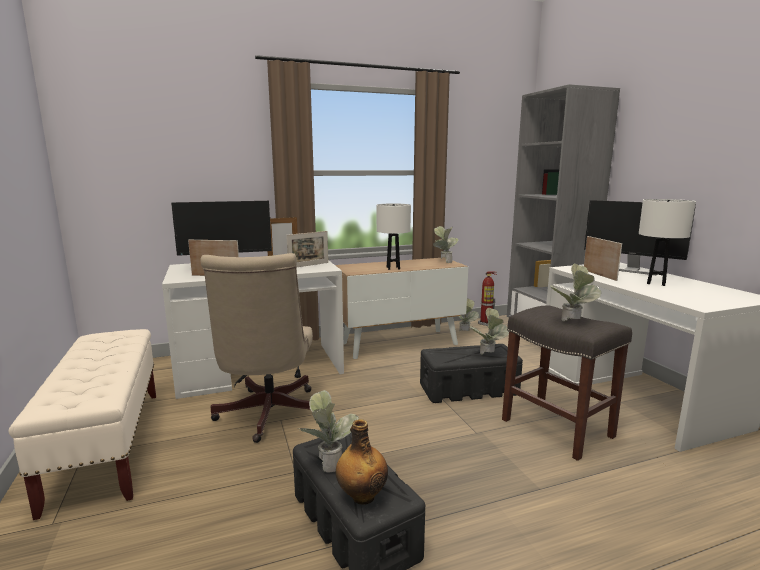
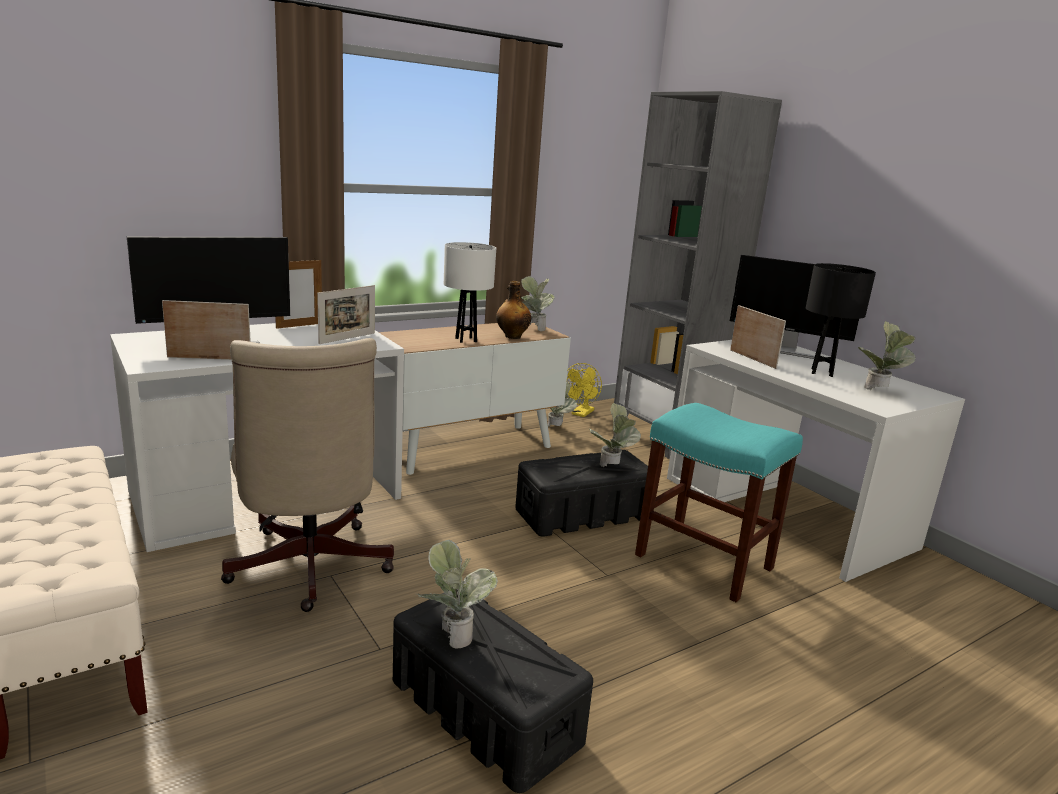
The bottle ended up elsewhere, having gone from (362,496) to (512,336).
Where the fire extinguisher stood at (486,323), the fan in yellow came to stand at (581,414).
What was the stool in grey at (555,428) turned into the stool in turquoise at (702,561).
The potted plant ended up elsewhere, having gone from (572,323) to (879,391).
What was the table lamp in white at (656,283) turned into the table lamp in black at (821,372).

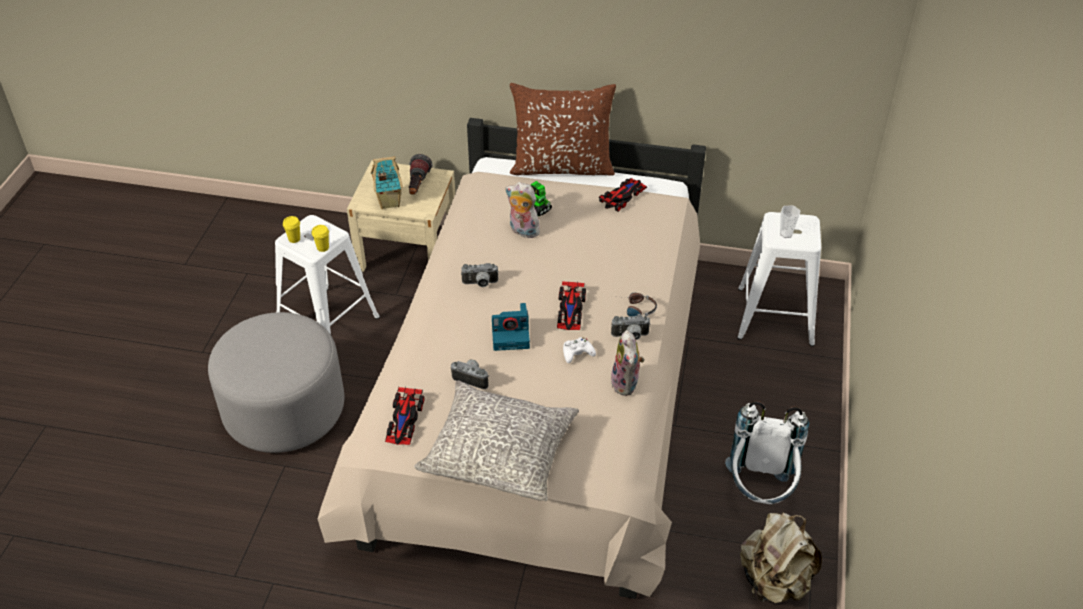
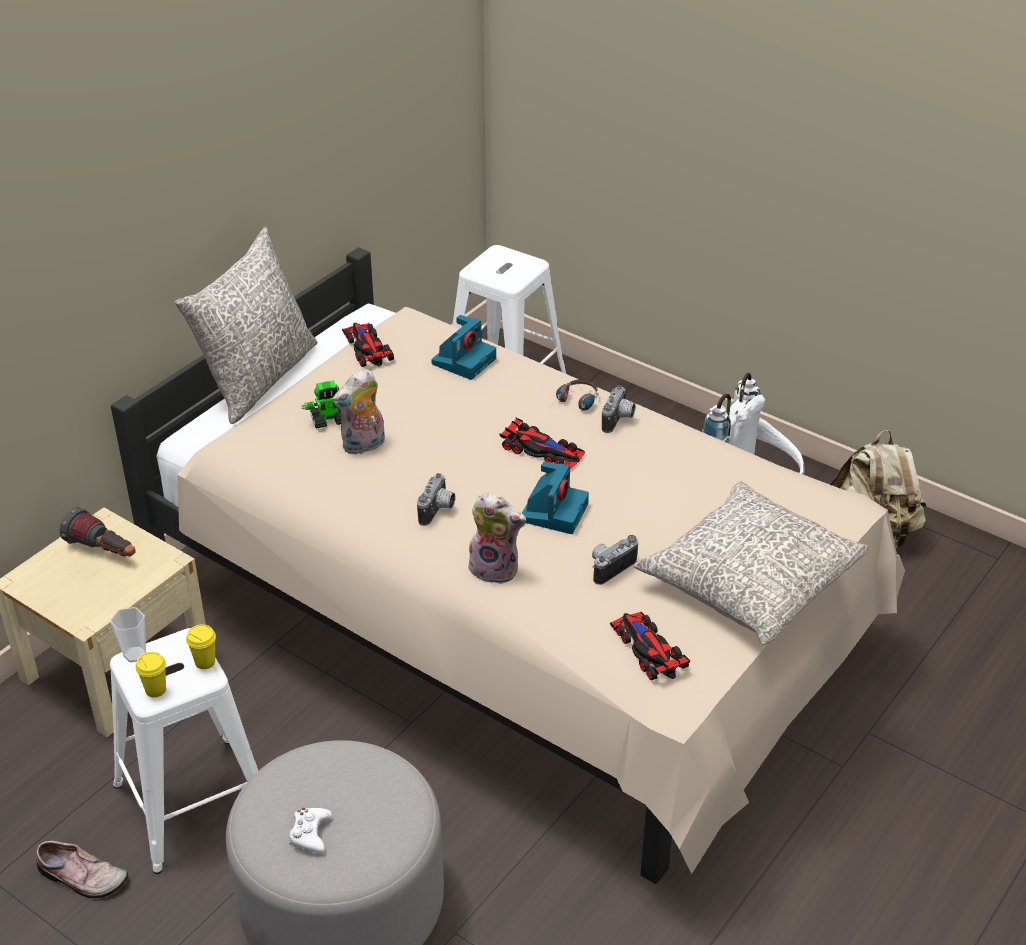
The second view lost the toy house at (388,202).
The toy car at (404,420) ended up facing another way, 150 degrees counterclockwise from before.
What was the pillow in brown at (562,166) turned into the pillow in grey at (258,378).
The game controller in white ended up elsewhere, having gone from (577,353) to (310,834).
The plush toy ended up elsewhere, having gone from (627,384) to (496,568).
The cup ended up elsewhere, having gone from (786,234) to (135,654).
The second view gained the shoe at (81,878).
The second view gained the photo camera at (464,360).

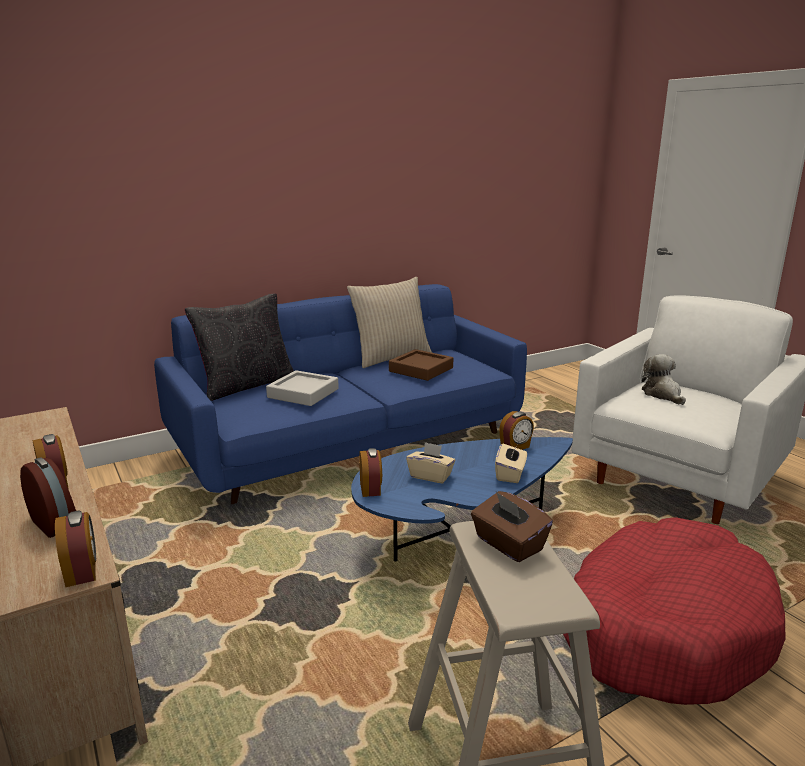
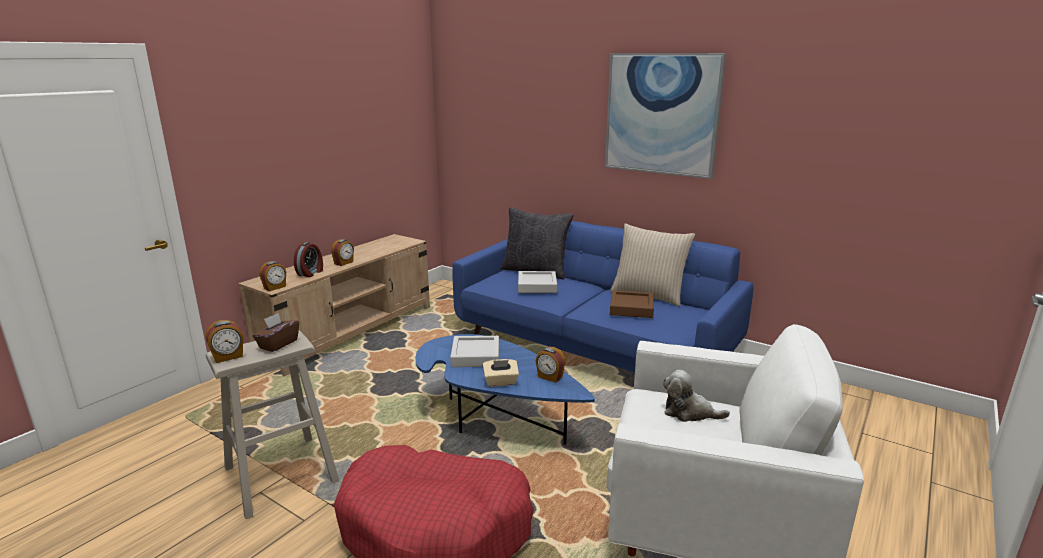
The alarm clock ended up elsewhere, having gone from (371,489) to (228,357).
Where the tissue box in beige stood at (430,476), the tray in grey came to stand at (475,356).
The plush toy at (662,394) ended up facing another way, 120 degrees counterclockwise from before.
The second view gained the picture at (661,114).

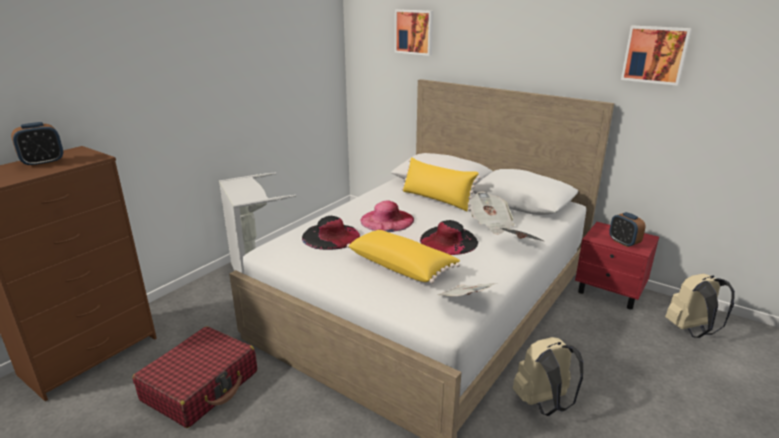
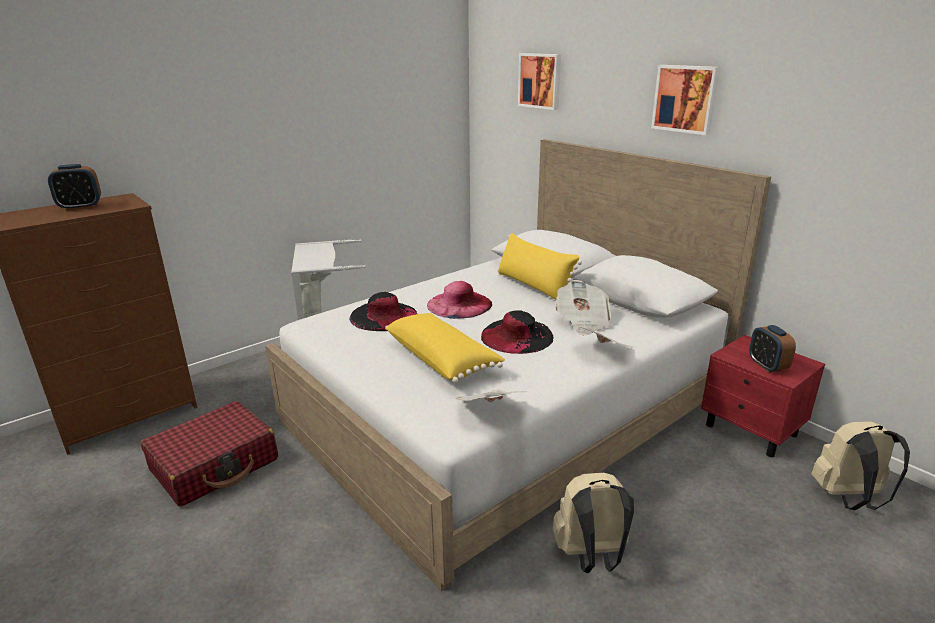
The picture ended up elsewhere, having gone from (655,54) to (686,99).

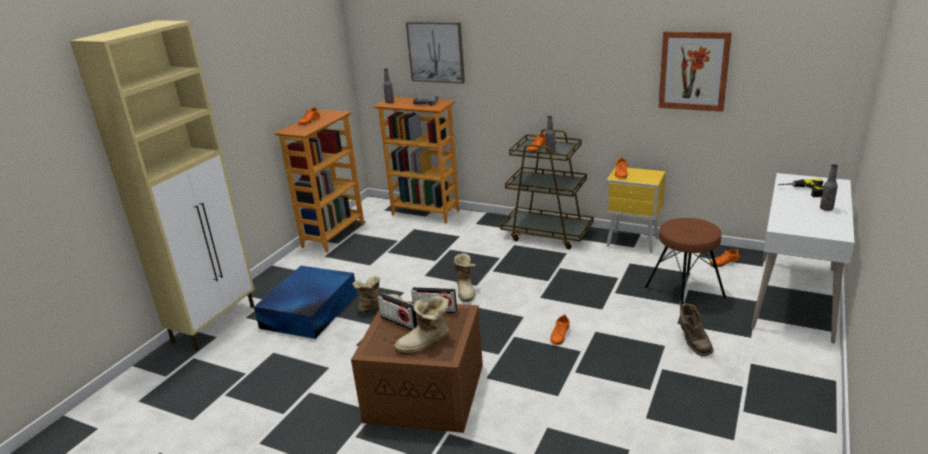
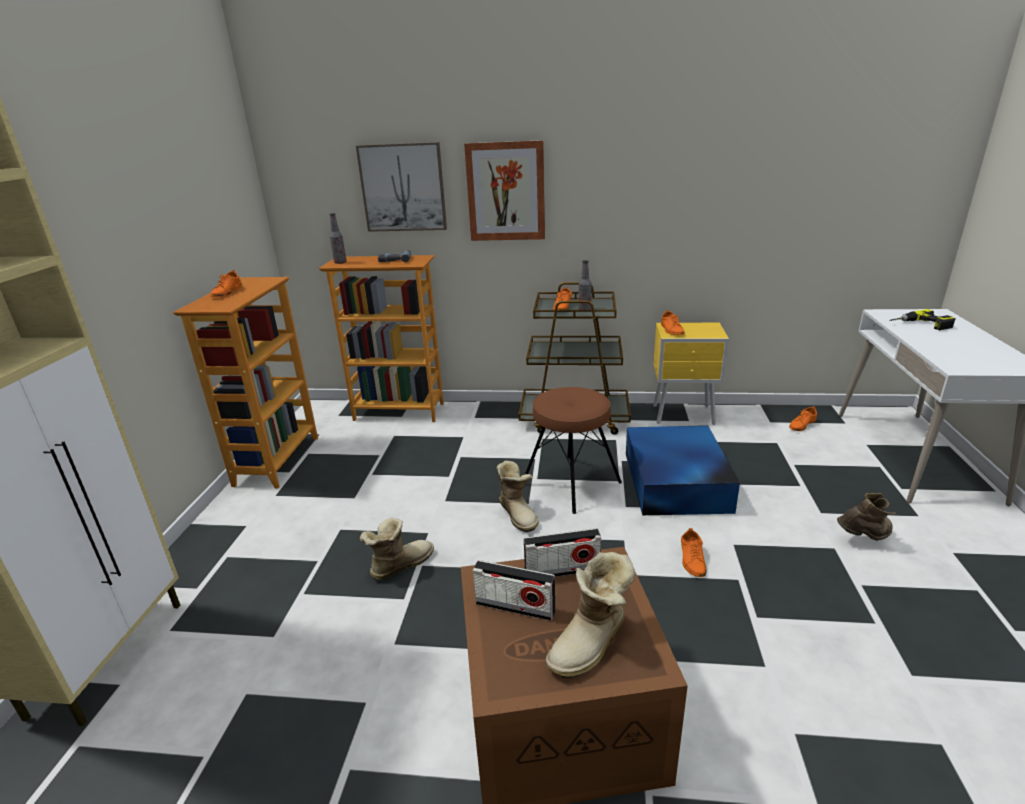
The storage box in blue ended up elsewhere, having gone from (308,311) to (675,482).
The stool in brown ended up elsewhere, having gone from (684,292) to (571,483).
The picture ended up elsewhere, having gone from (694,71) to (506,192).
The boot in brown at (693,343) ended up facing another way, 75 degrees counterclockwise from before.
The second view lost the bottle at (826,209).

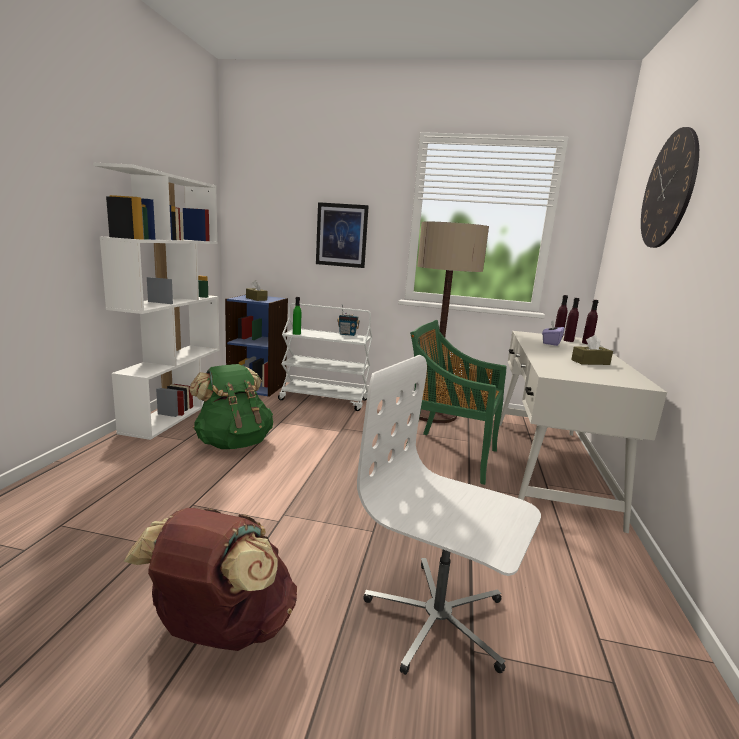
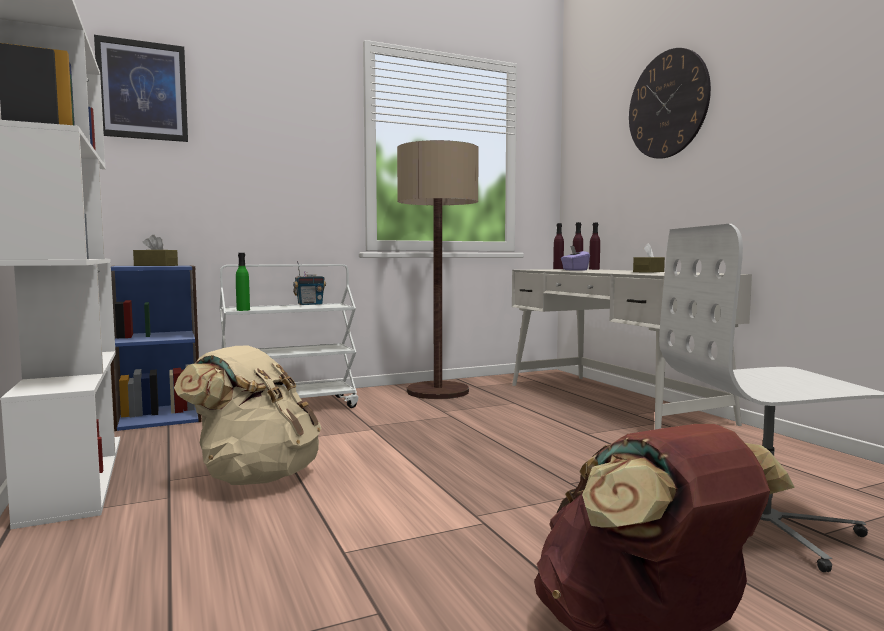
What was the backpack in green at (233,442) turned into the backpack in beige at (256,477).
The picture ended up elsewhere, having gone from (341,235) to (142,90).
The second view lost the chair in green at (448,456).

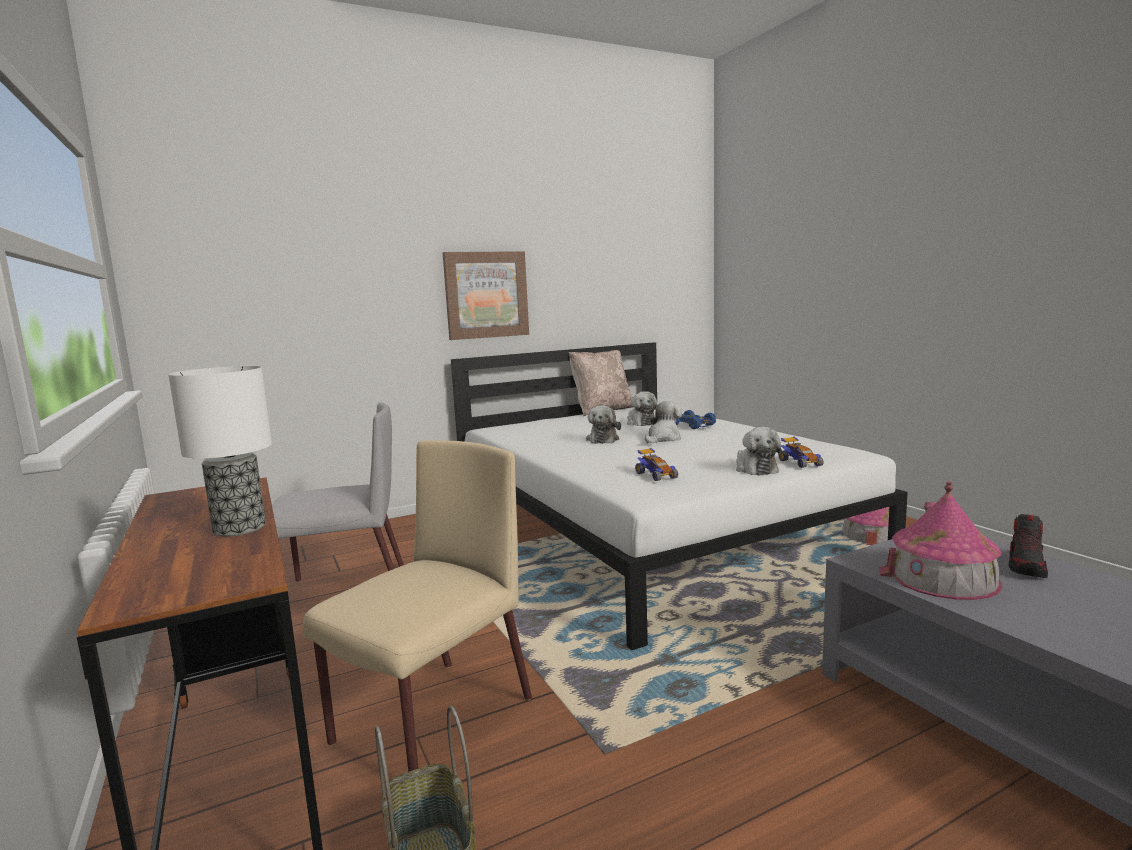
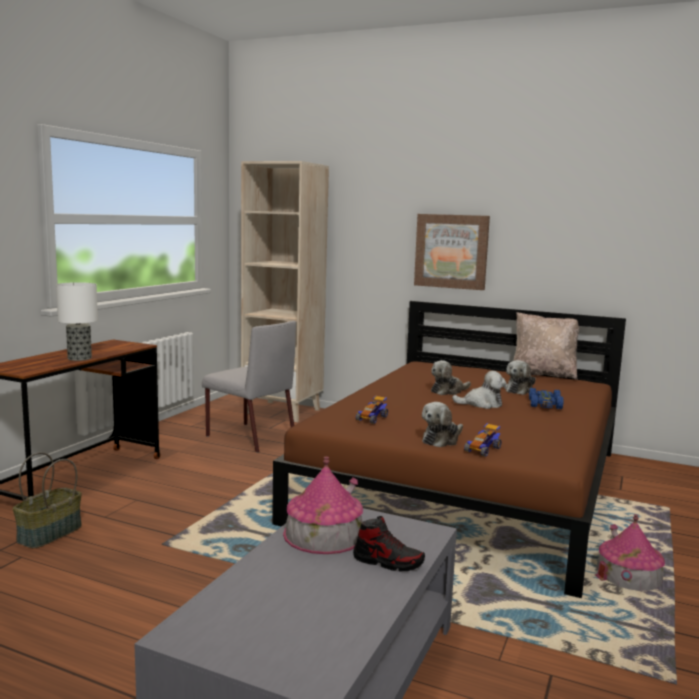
The second view lost the chair in beige at (431,722).
What was the bed in white at (648,530) turned into the bed in brown at (468,485).
The shoe at (1026,566) ended up facing another way, 150 degrees counterclockwise from before.
The second view gained the bookcase in beige at (283,411).

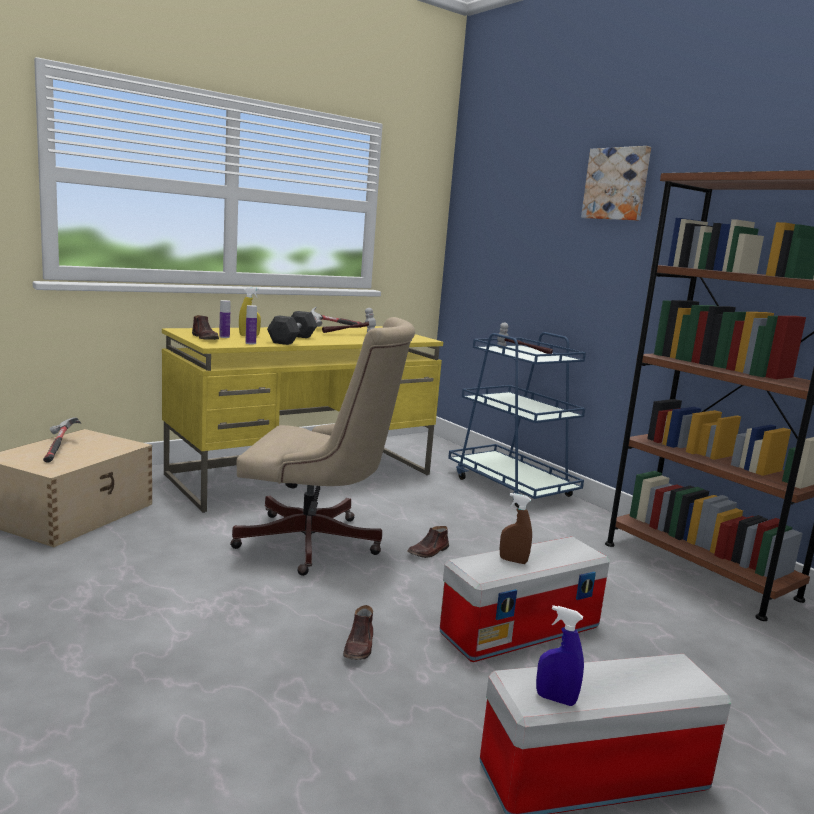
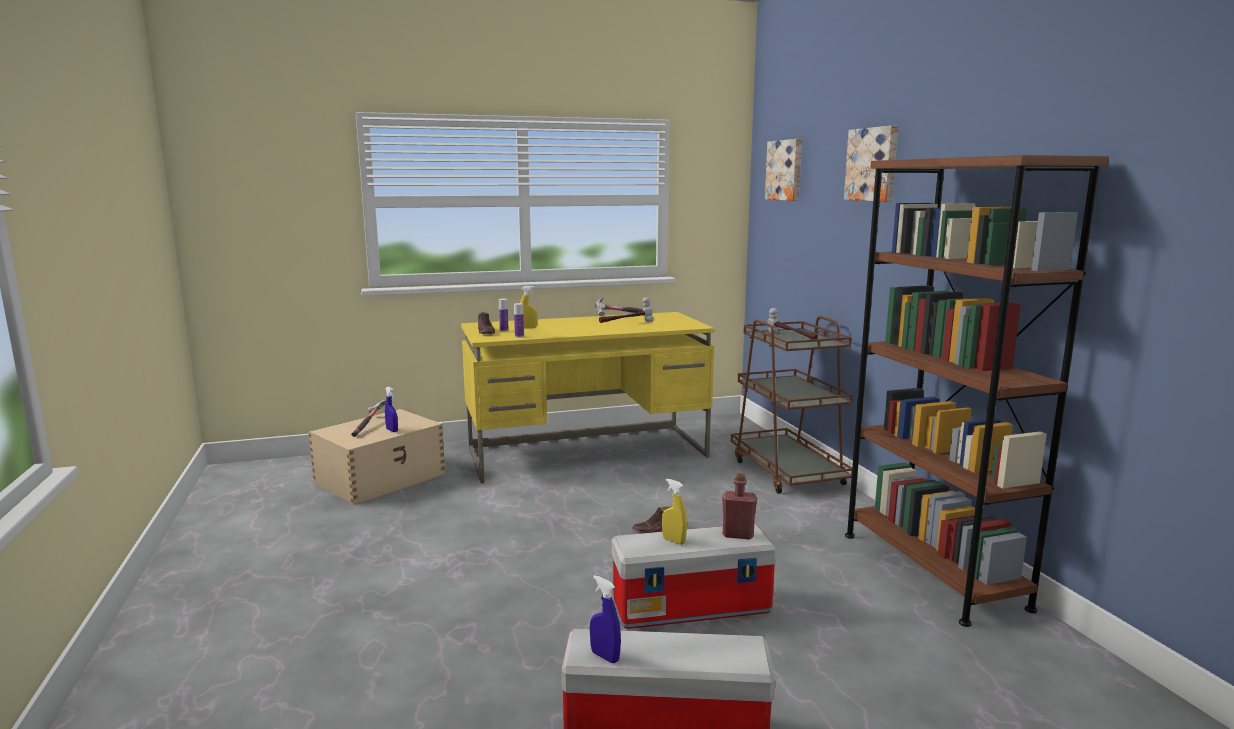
The second view lost the office chair in beige at (317,544).
The second view lost the dumbbell in grey at (292,339).
The second view lost the shoe in brown at (359,646).
What was the cart in blue at (511,486) turned into the cart in brown at (787,472).
What was the spray bottle in brown at (513,561) turned into the spray bottle in yellow at (674,541).
The second view gained the spray bottle in blue at (392,430).
The second view gained the bottle in red at (738,535).
The second view gained the picture at (785,170).

